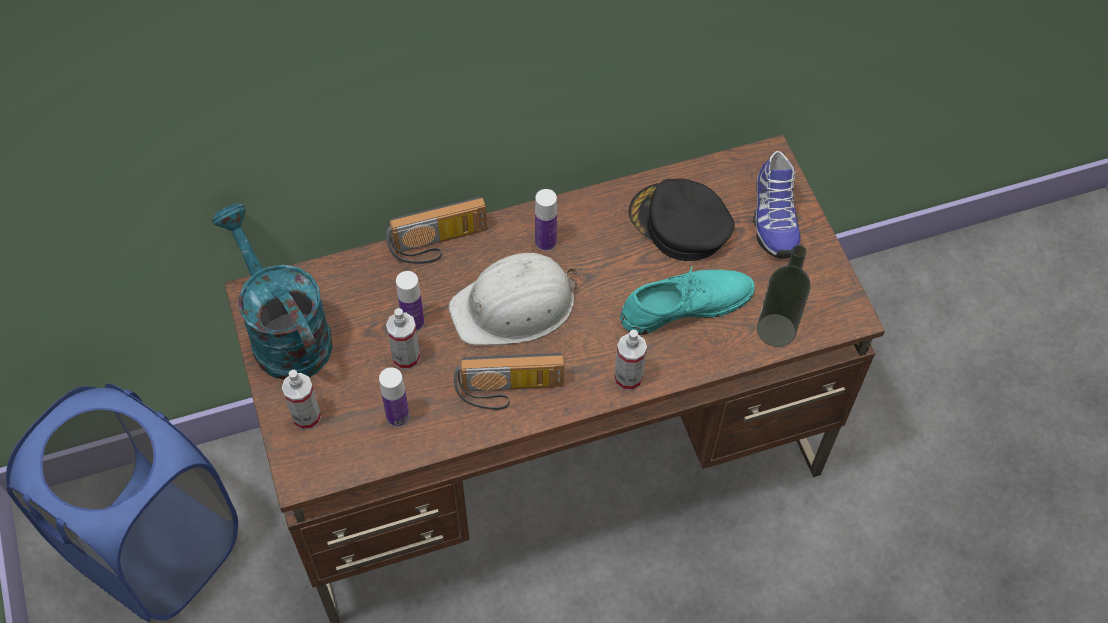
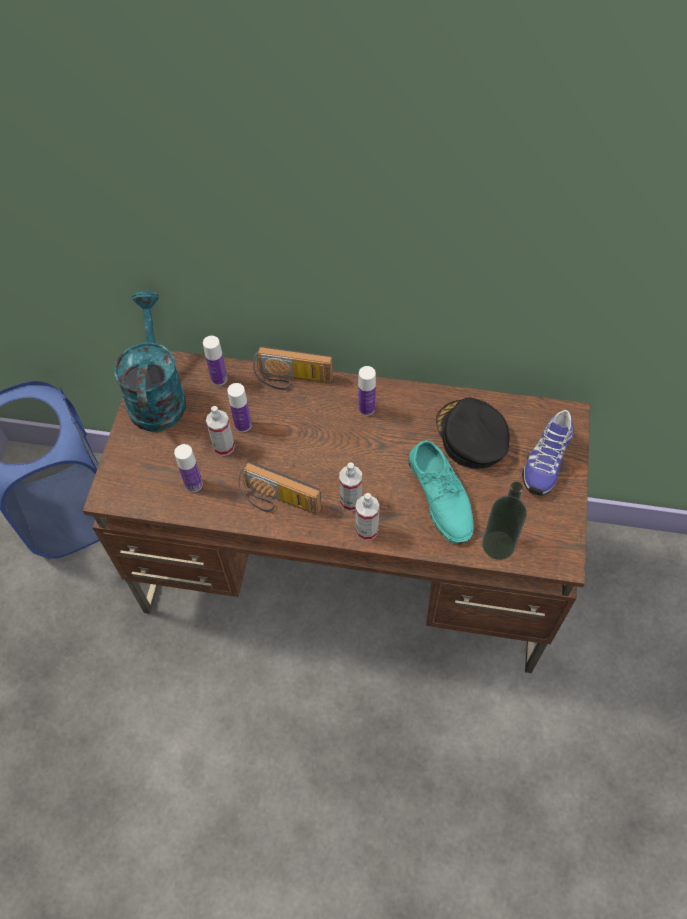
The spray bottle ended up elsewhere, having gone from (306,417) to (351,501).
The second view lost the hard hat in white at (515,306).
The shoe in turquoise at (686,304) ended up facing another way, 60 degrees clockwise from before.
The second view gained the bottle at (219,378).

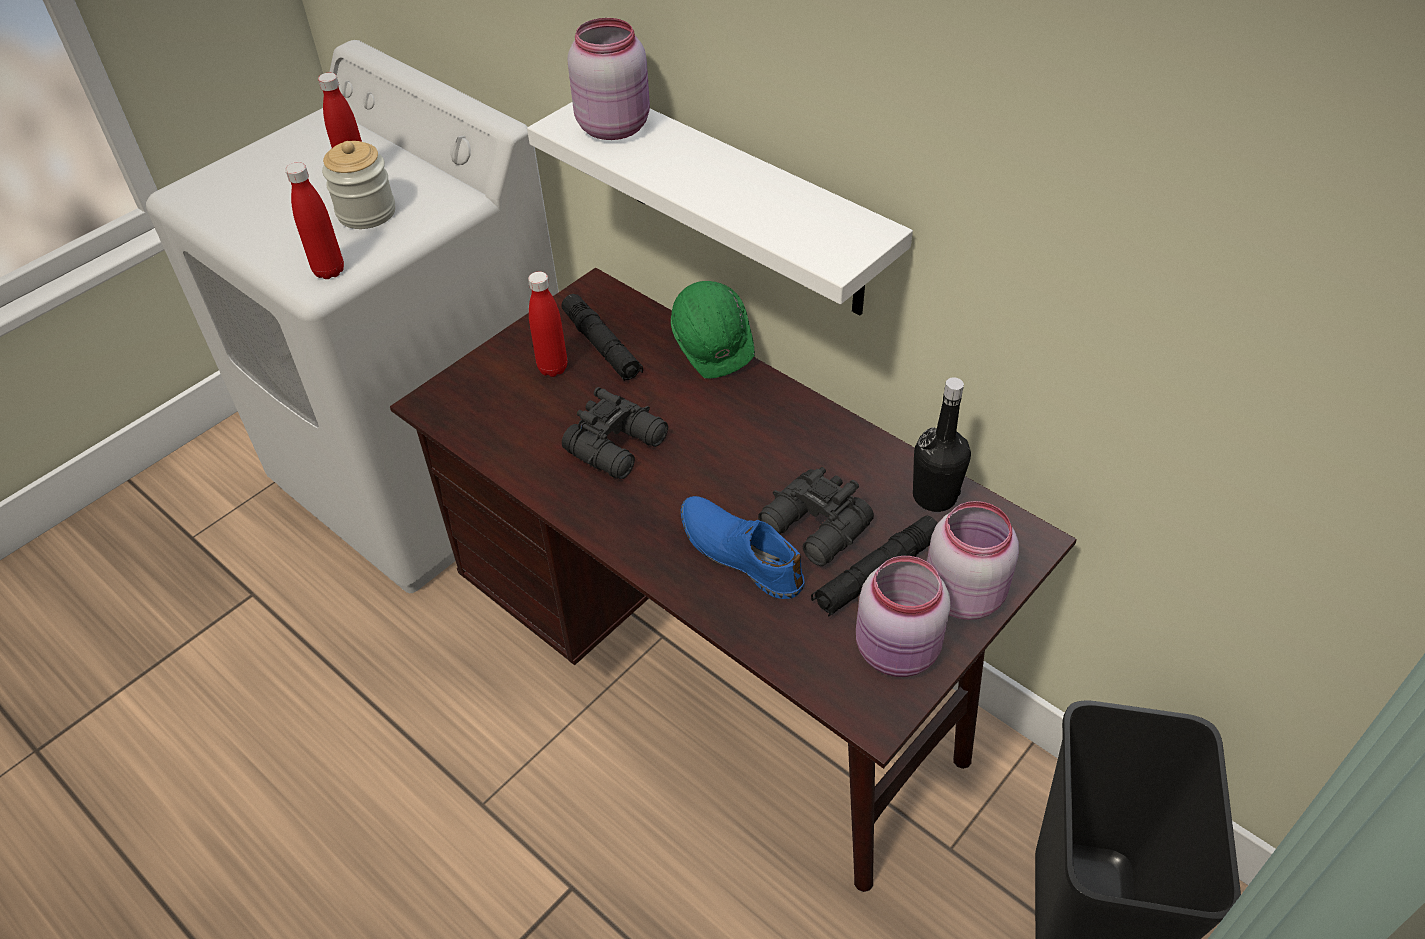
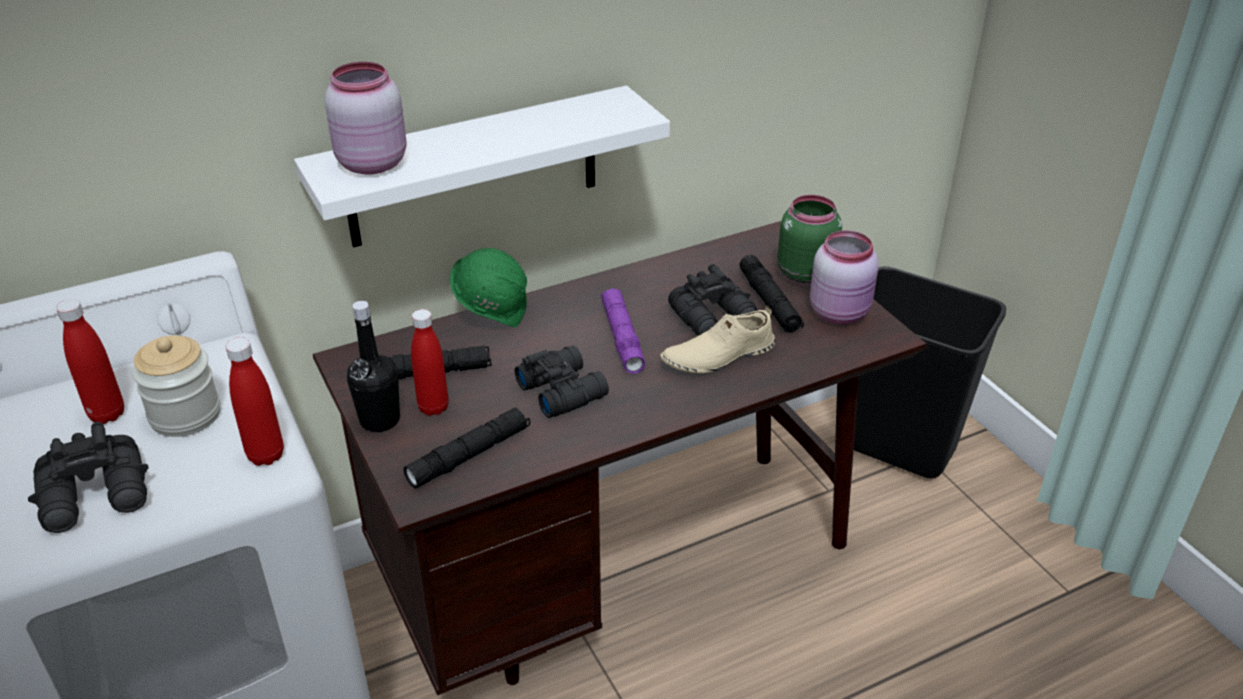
What was the shoe in blue at (741,553) turned into the shoe in beige at (717,355).
The bottle in black ended up elsewhere, having gone from (934,496) to (380,420).
What was the jar in pink at (964,593) turned into the jar in green at (804,273).
The second view gained the binoculars in black at (98,496).
The second view gained the flashlight in black at (469,455).
The second view gained the flashlight in purple at (622,337).

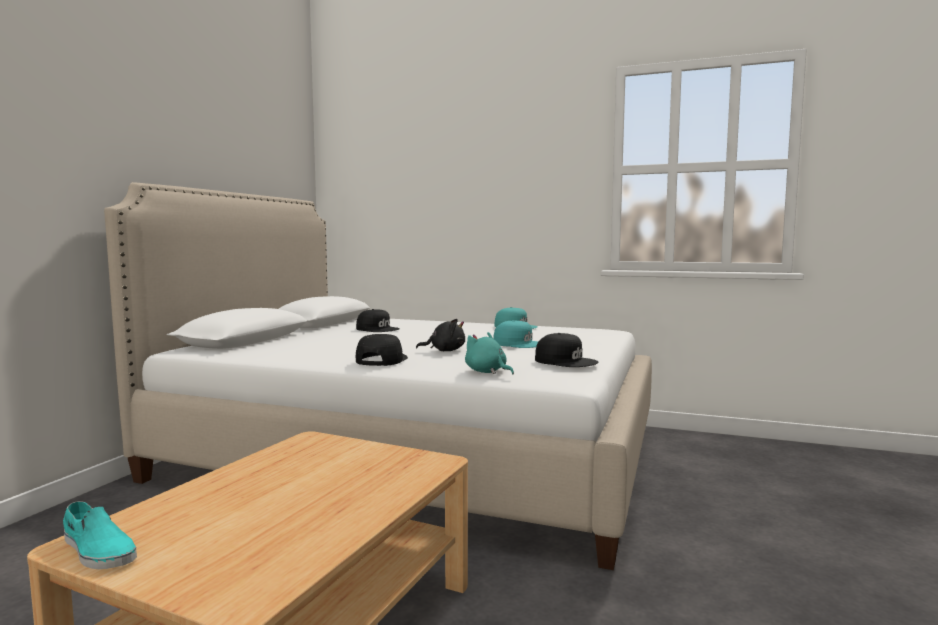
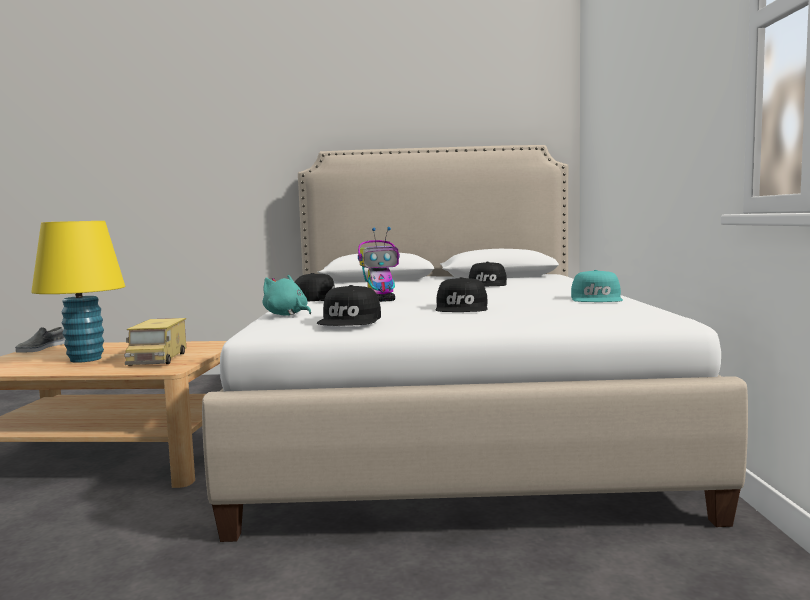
What was the shoe in turquoise at (97,550) turned into the shoe in grey at (40,348).
Where the plush toy in black stood at (445,351), the toy robot came to stand at (381,301).
The plush toy in turquoise at (487,372) ended up facing another way, 75 degrees counterclockwise from before.
What was the cap in turquoise at (518,343) turned into the cap in black at (462,308).
The second view gained the table lamp in yellow at (85,359).
The second view gained the toy truck at (158,359).

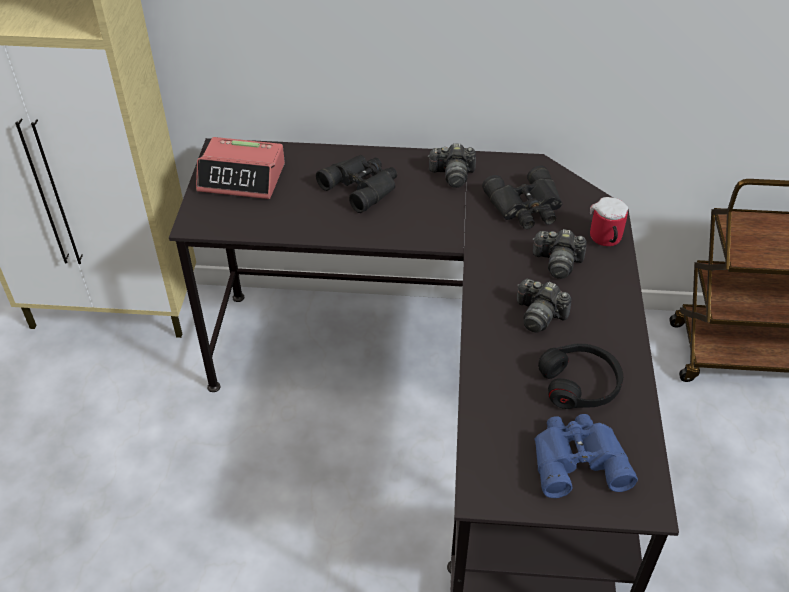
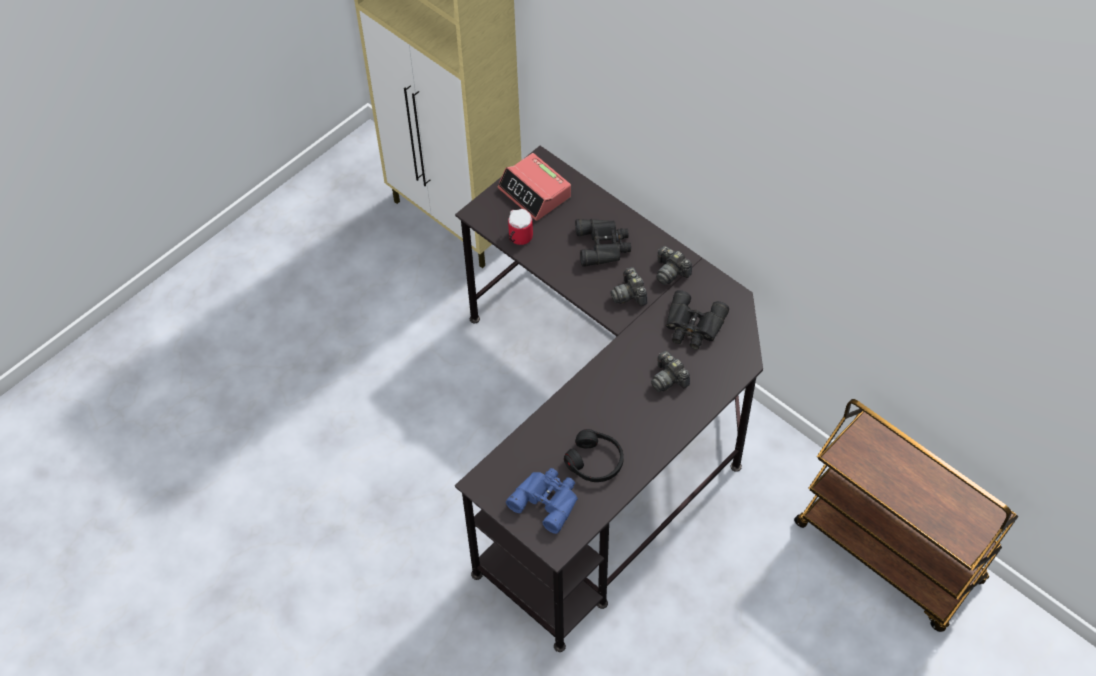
The photo camera ended up elsewhere, having gone from (539,315) to (629,294).
The mug ended up elsewhere, having gone from (605,240) to (518,238).

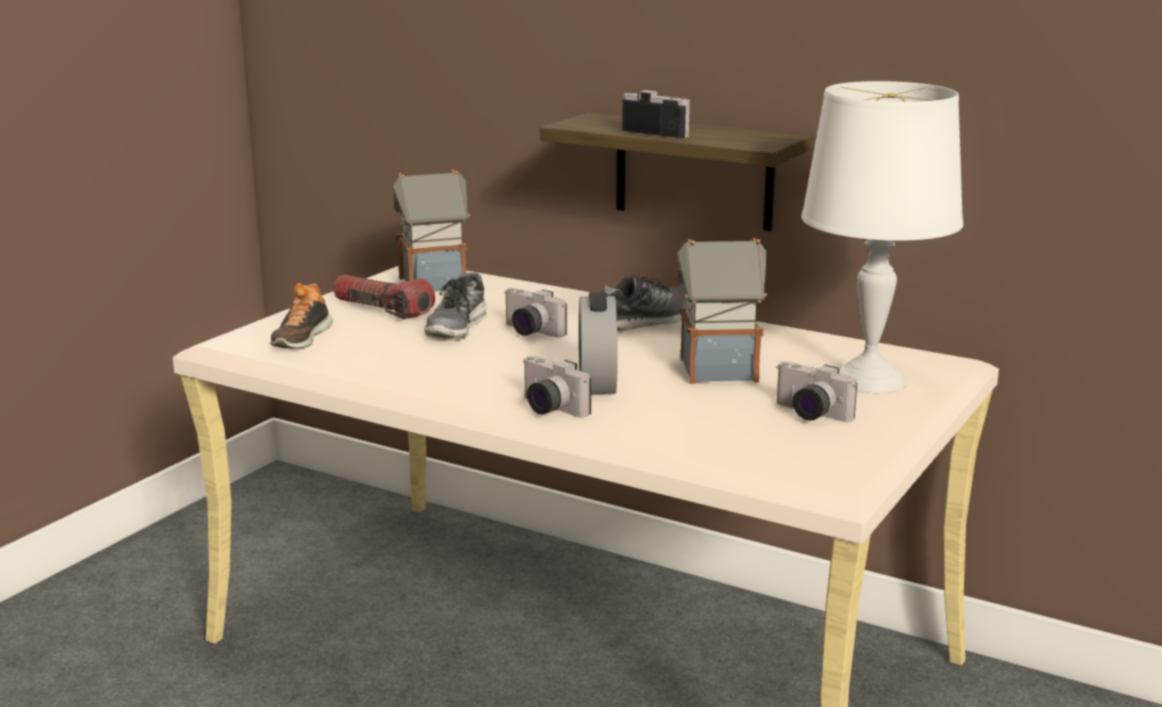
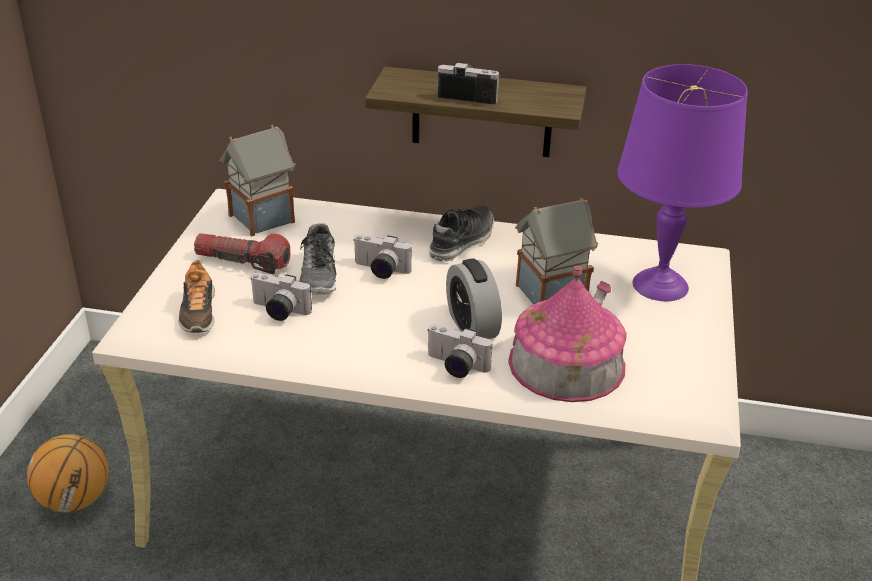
The photo camera ended up elsewhere, having gone from (808,414) to (278,311).
What was the table lamp in white at (870,379) turned into the table lamp in purple at (660,284).
The second view gained the basketball at (75,500).
The second view gained the toy house at (566,363).

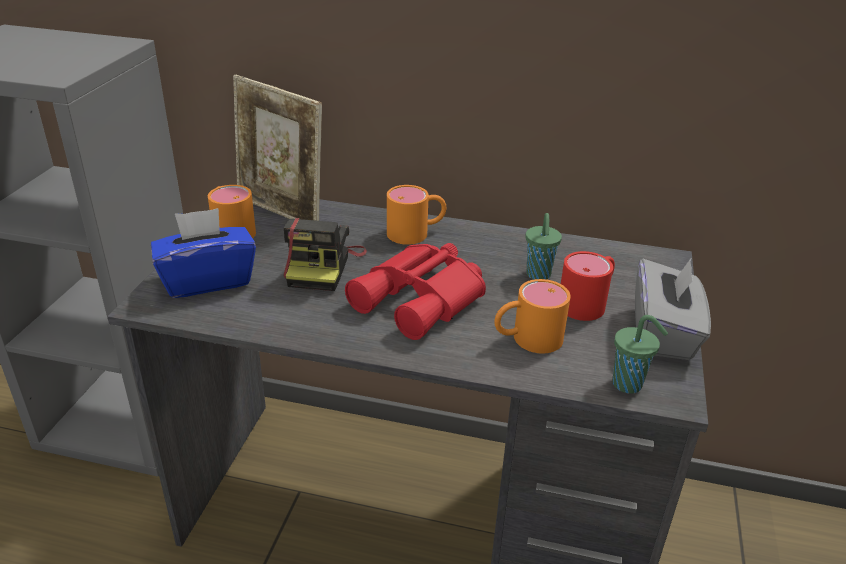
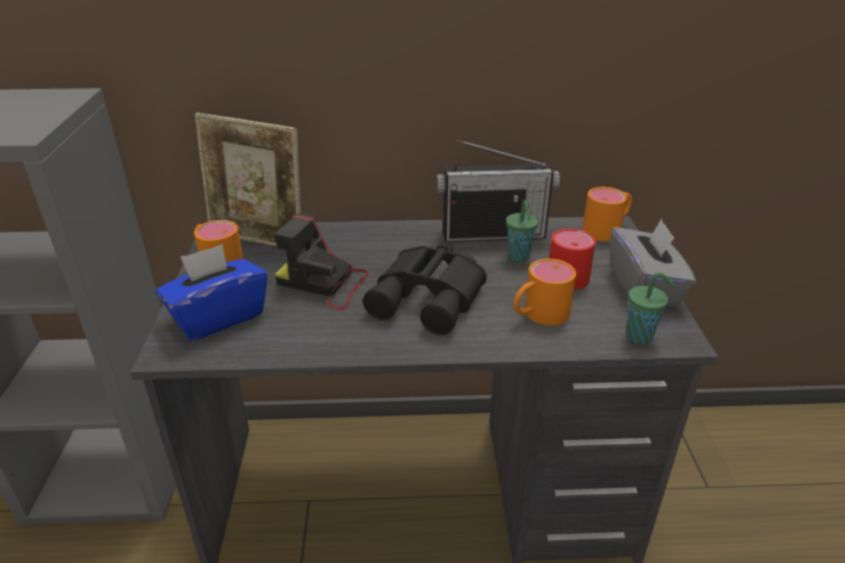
The photo camera at (323,266) ended up facing another way, 120 degrees clockwise from before.
What was the binoculars in red at (422,299) turned into the binoculars in black at (431,297).
The mug in orange ended up elsewhere, having gone from (416,232) to (607,229).
The second view gained the radio at (493,234).

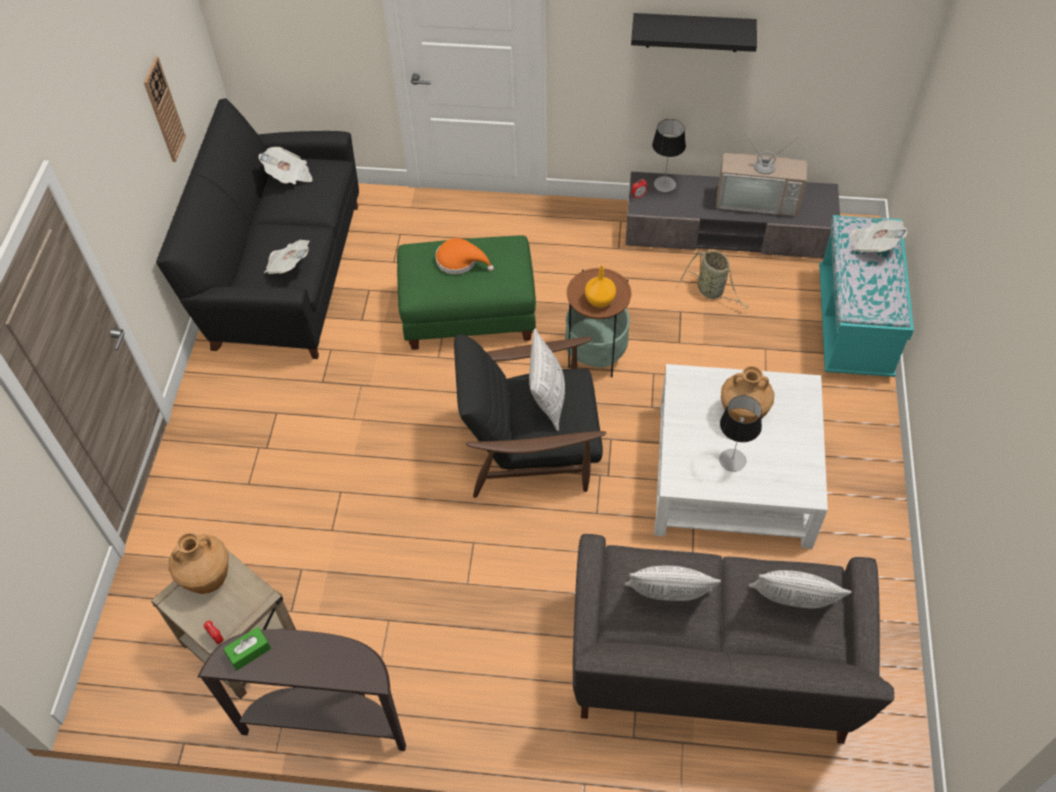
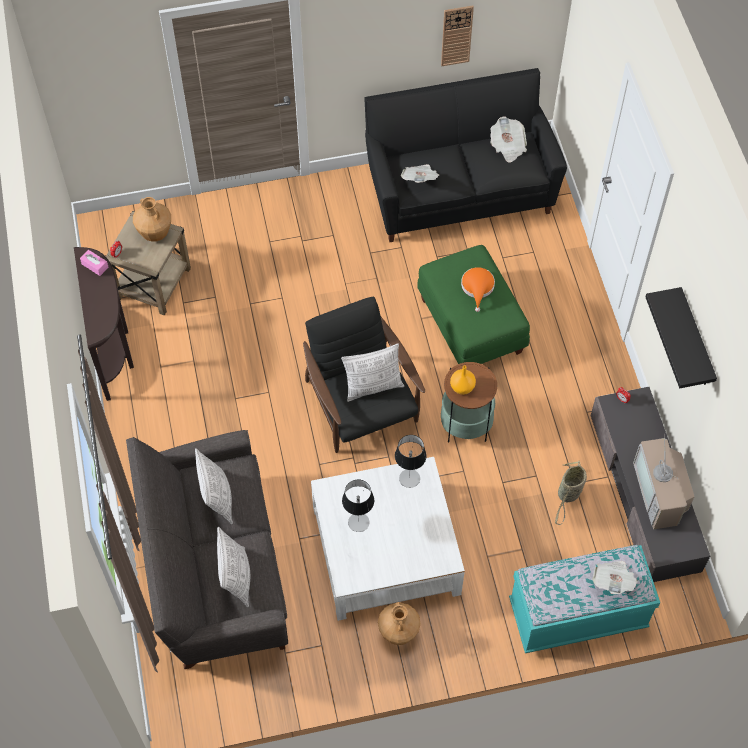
What was the tissue box in green at (249,651) turned into the tissue box in pink at (95,265).
The table lamp ended up elsewhere, having gone from (664,184) to (409,478).
The vase in brown ended up elsewhere, having gone from (742,415) to (398,632).

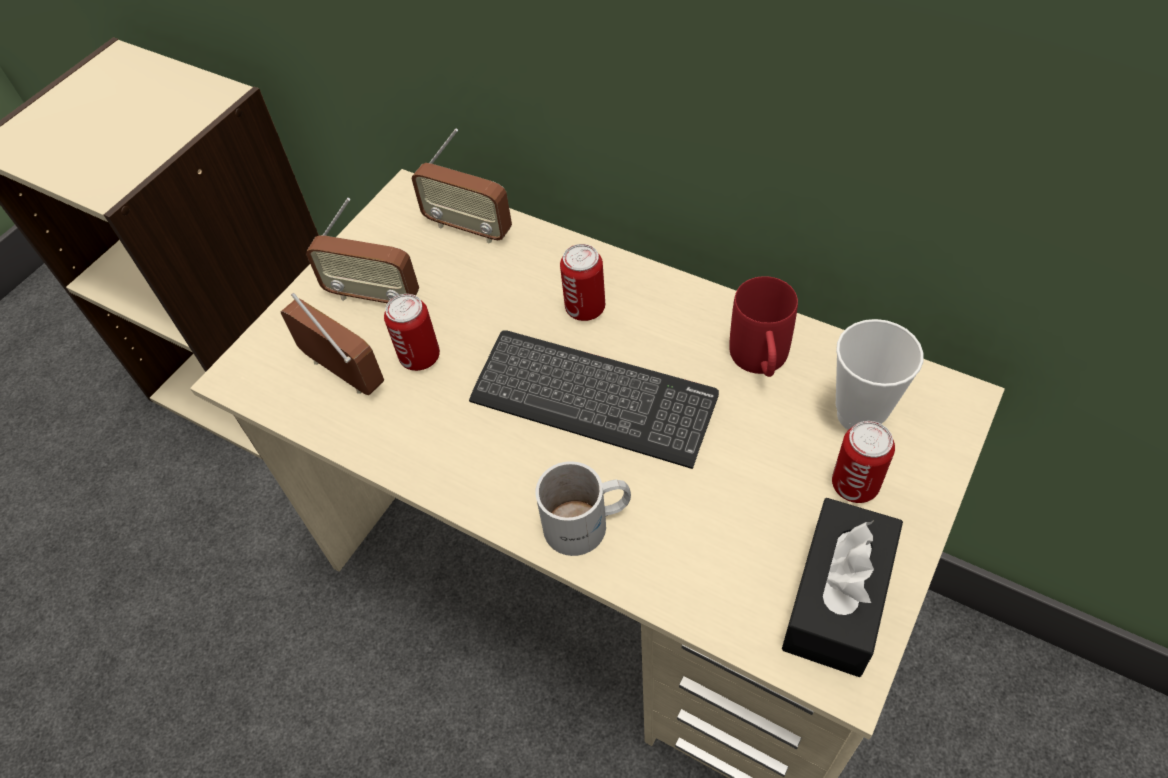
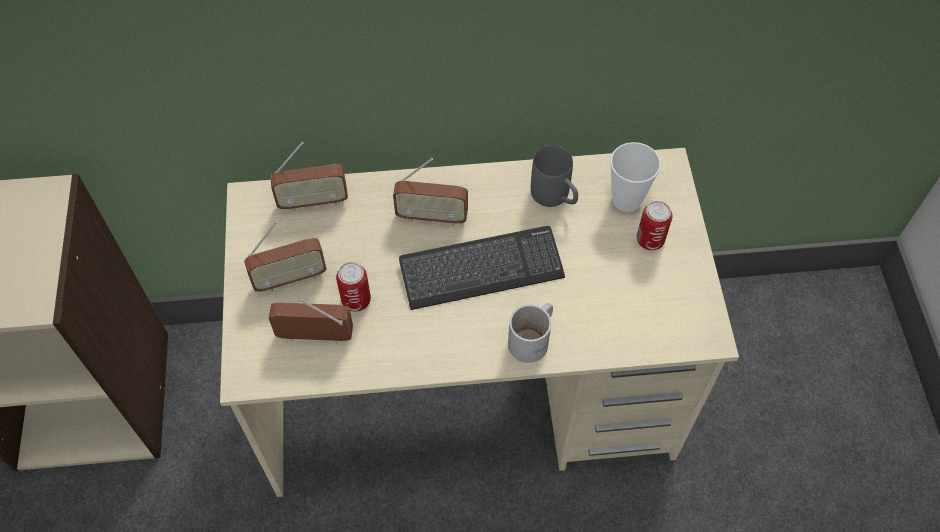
Where the can stood at (585,308), the radio came to stand at (432,217).
What was the mug in red at (760,363) turned into the mug in grey at (555,198).
The second view lost the tissue box in black at (837,598).

